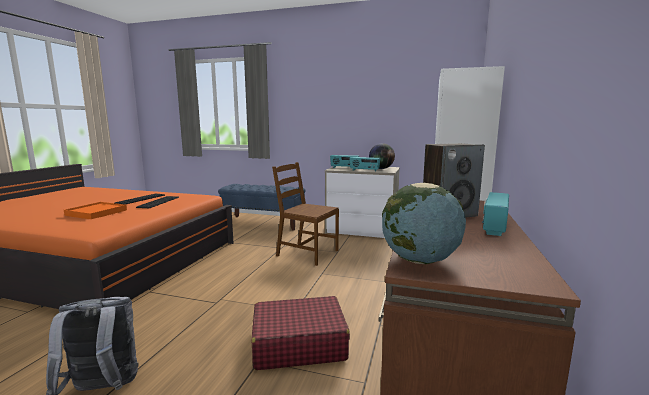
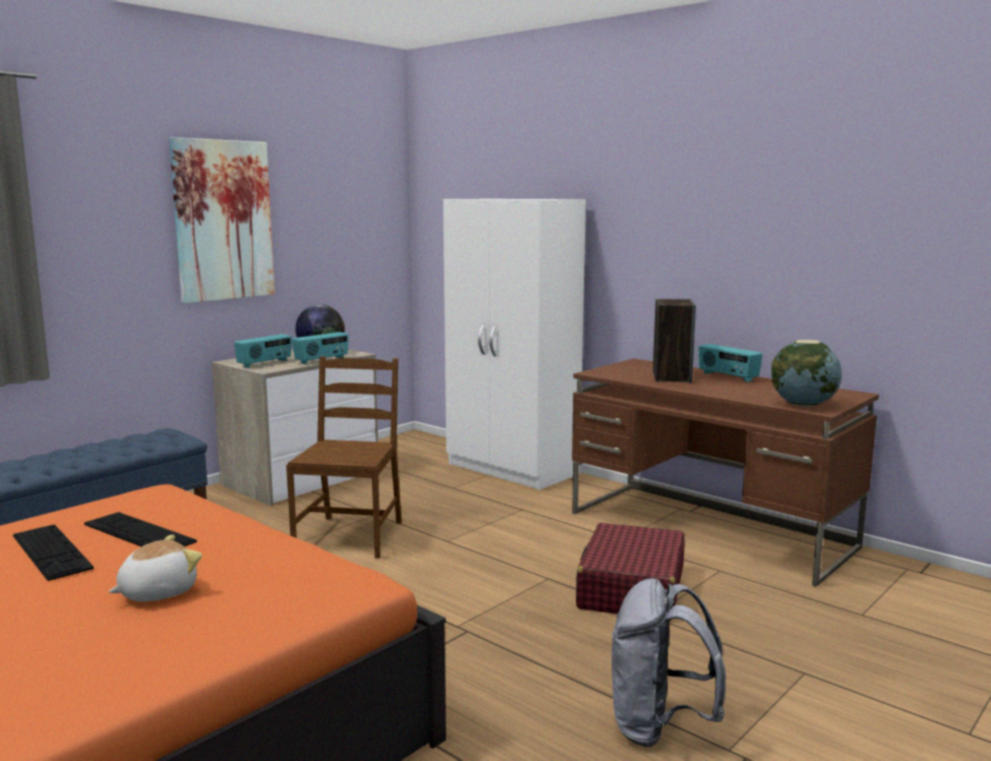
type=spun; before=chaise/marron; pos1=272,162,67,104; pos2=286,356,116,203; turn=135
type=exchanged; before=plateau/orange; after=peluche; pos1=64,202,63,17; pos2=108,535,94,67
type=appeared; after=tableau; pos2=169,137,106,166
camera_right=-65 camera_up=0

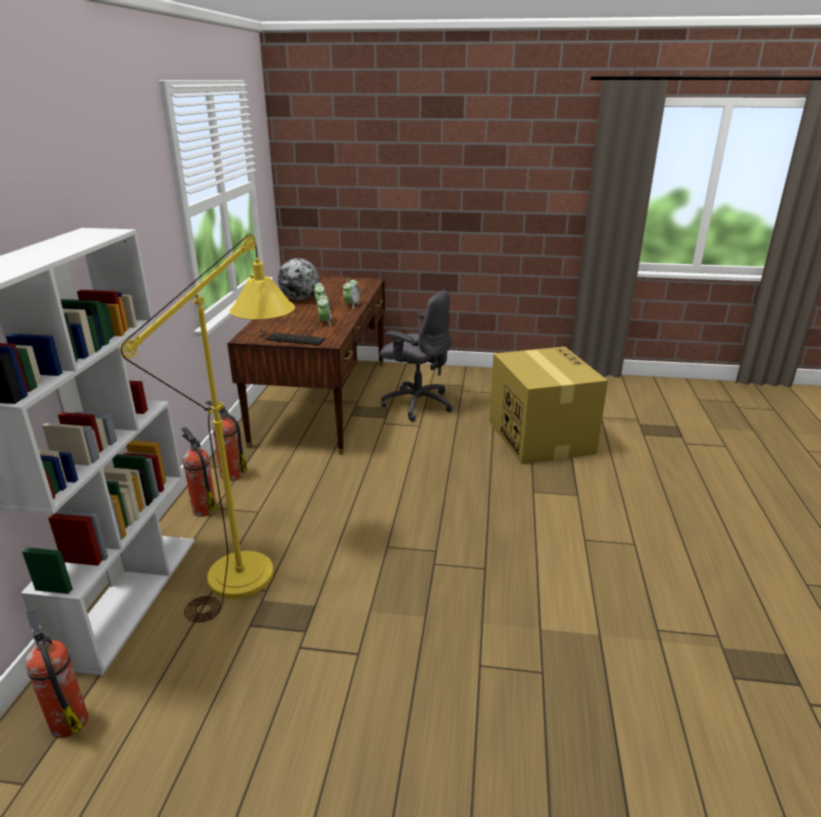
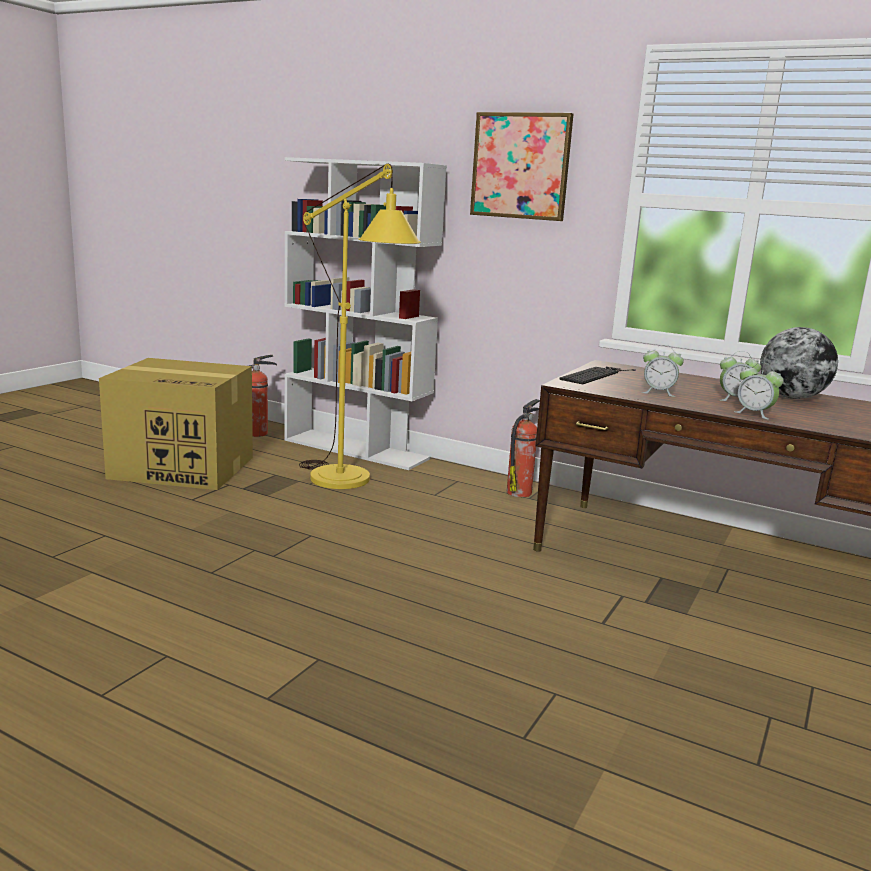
type=missing; before=chaise de bureau/gris; pos1=380,290,73,131
type=relocated; before=carton; pos1=489,347,119,117; pos2=99,358,154,132
type=missing; before=extincteur; pos1=181,427,36,90
type=appeared; after=tableau; pos2=470,112,104,109
camera_right=110 camera_up=-10

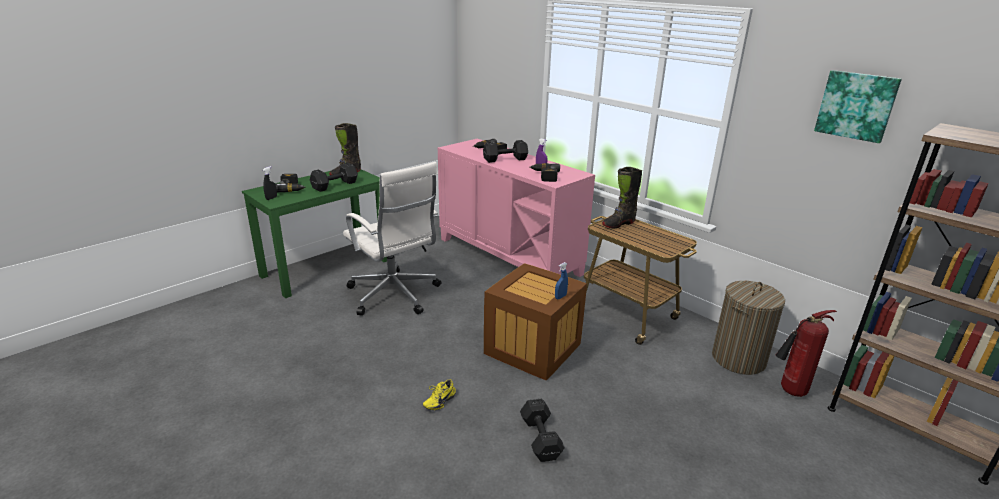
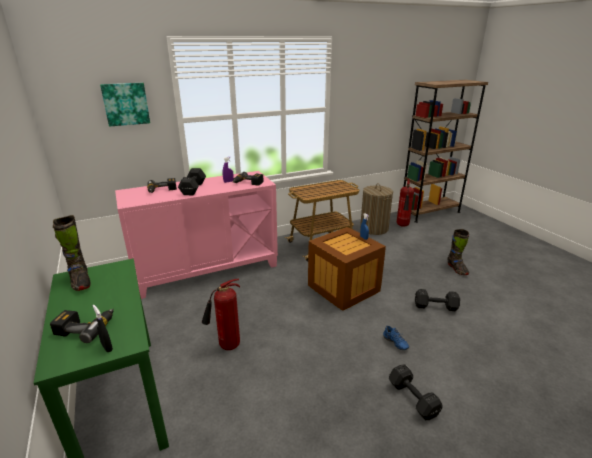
type=relocated; before=tableau; pos1=814,70,88,73; pos2=100,83,50,44
type=exchanged; before=chaise de bureau/blanc; after=extincteur; pos1=343,162,98,154; pos2=202,278,38,72
type=relocated; before=haltère/noir; pos1=310,163,48,29; pos2=389,364,53,56
type=relocated; before=botte/noir; pos1=602,167,40,61; pos2=447,229,22,46
type=colour; before=chaussure/jaune; after=chaussure/bleu; pos1=423,379,33,31; pos2=383,325,26,25
camera_right=-70 camera_up=0

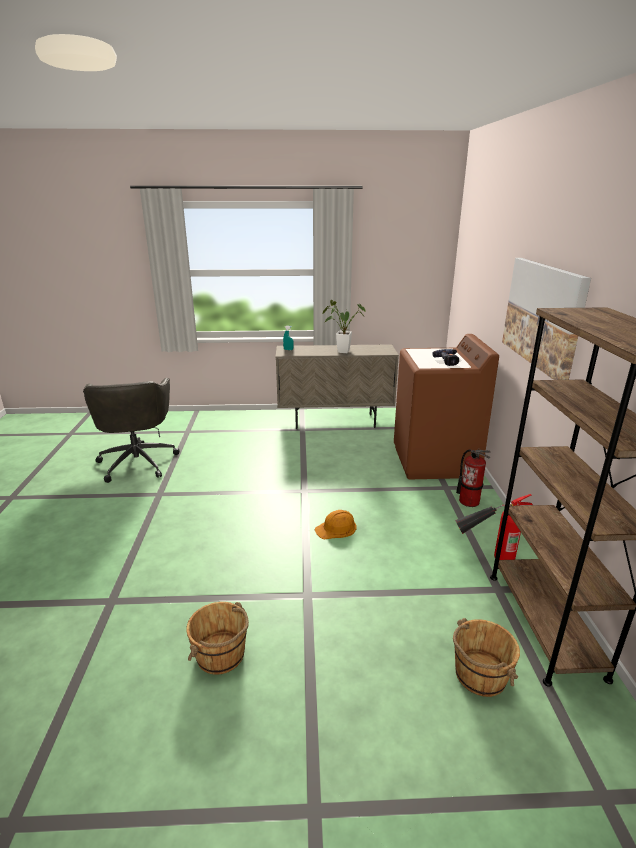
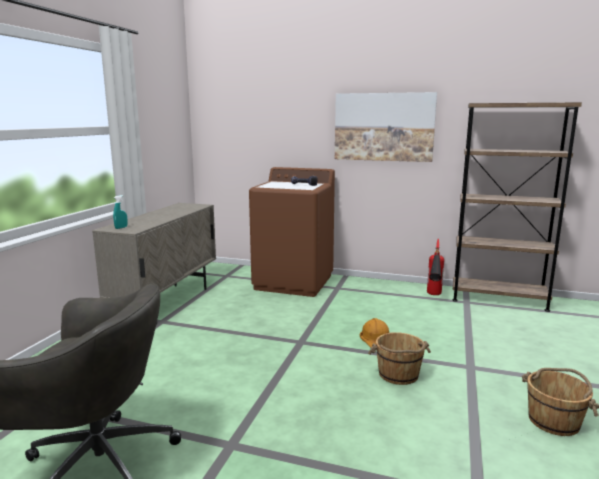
type=missing; before=plante en pot; pos1=322,300,43,53
type=missing; before=extincteur; pos1=456,449,34,58
type=relocated; before=seau/marron; pos1=453,618,67,79; pos2=368,332,63,53
camera_right=-70 camera_up=-10

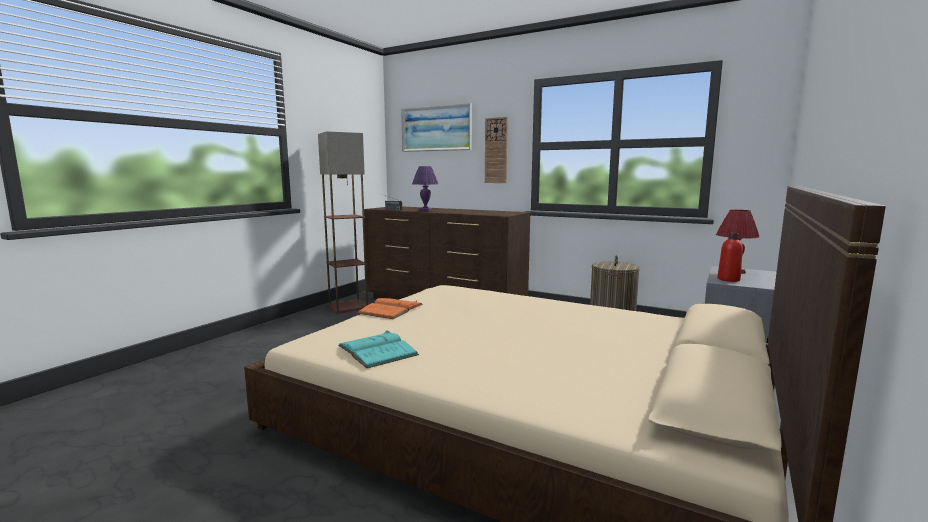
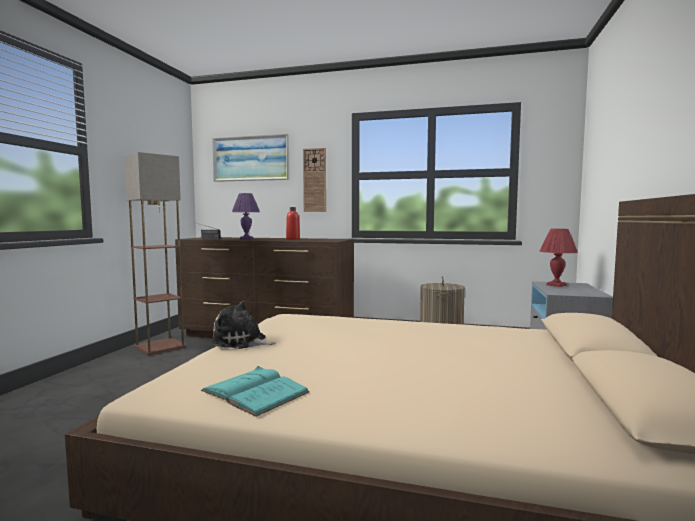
type=relocated; before=bouteille/rouge; pos1=717,233,26,49; pos2=286,207,14,32
type=exchanged; before=livre/orange; after=peluche; pos1=357,298,66,21; pos2=211,300,65,49
camera_right=-15 camera_up=-5

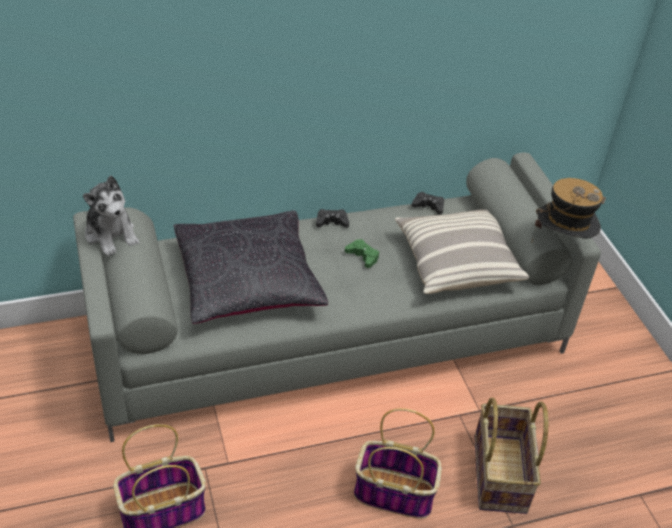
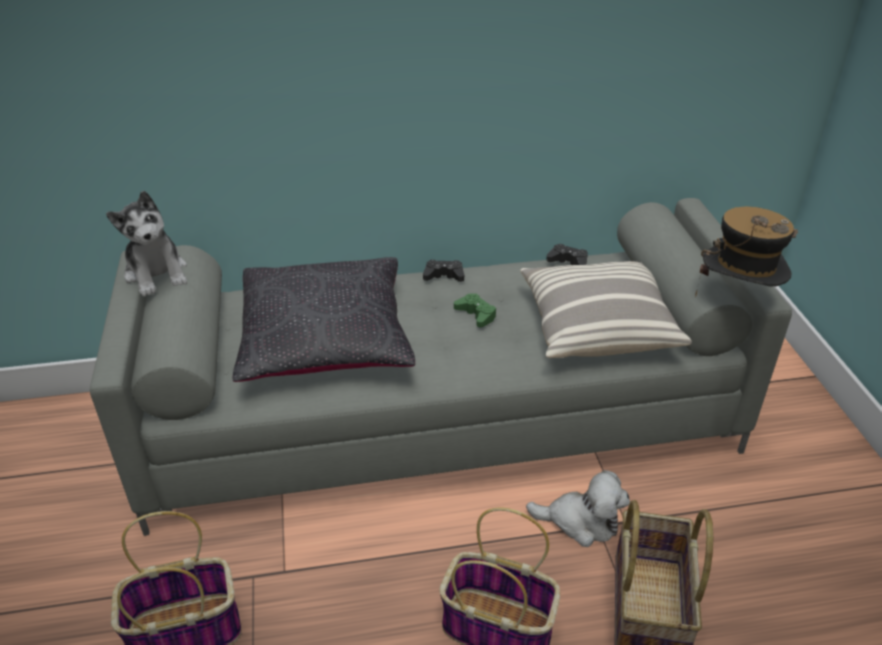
type=appeared; after=peluche; pos2=526,470,104,77
camera_right=10 camera_up=-5

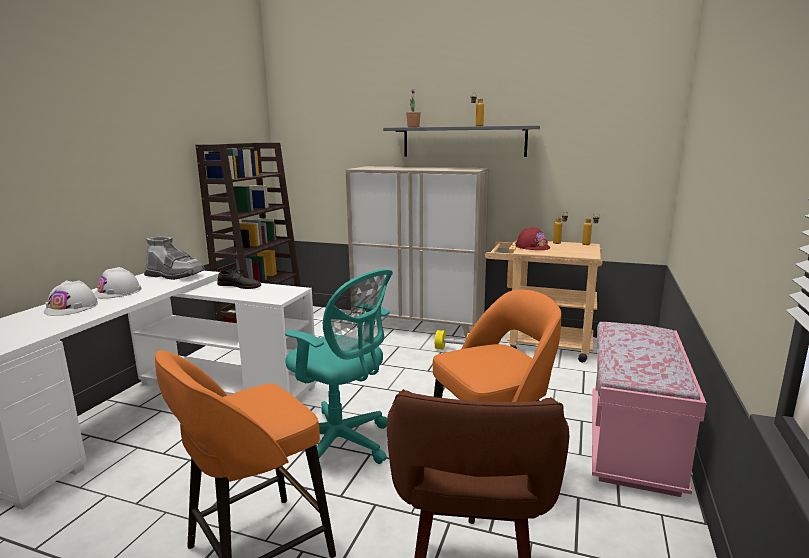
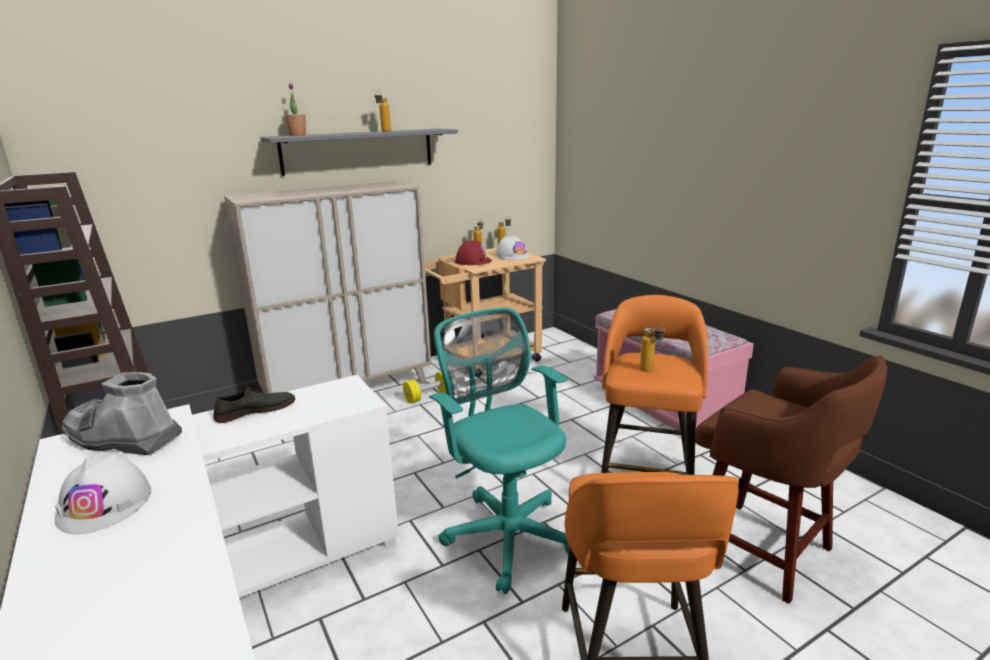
type=spun; before=botte/gris; pos1=144,237,61,43; pos2=61,372,121,83; turn=-135
type=spun; before=chaise de bureau/turquoise; pos1=285,269,108,204; pos2=429,308,140,286; turn=-105
type=relocated; before=casque de chantier/blanc; pos1=44,280,54,36; pos2=495,235,35,25
type=appeared; after=bouteille; pos2=640,323,25,49
camera_right=-50 camera_up=5

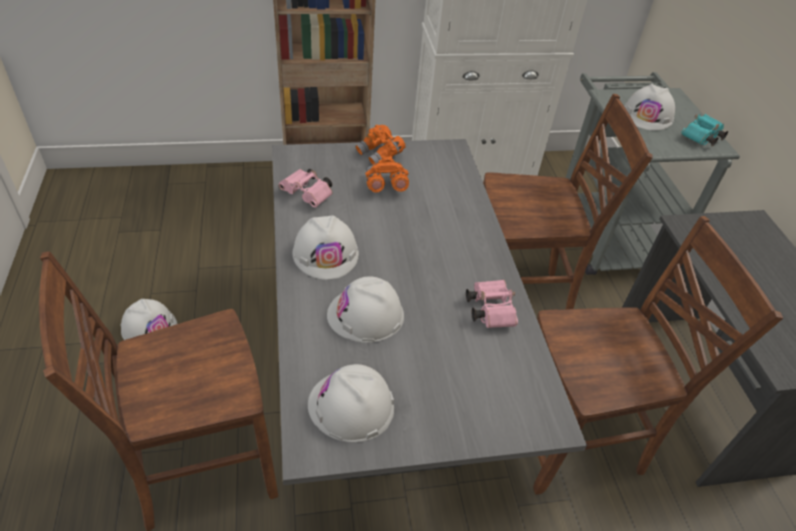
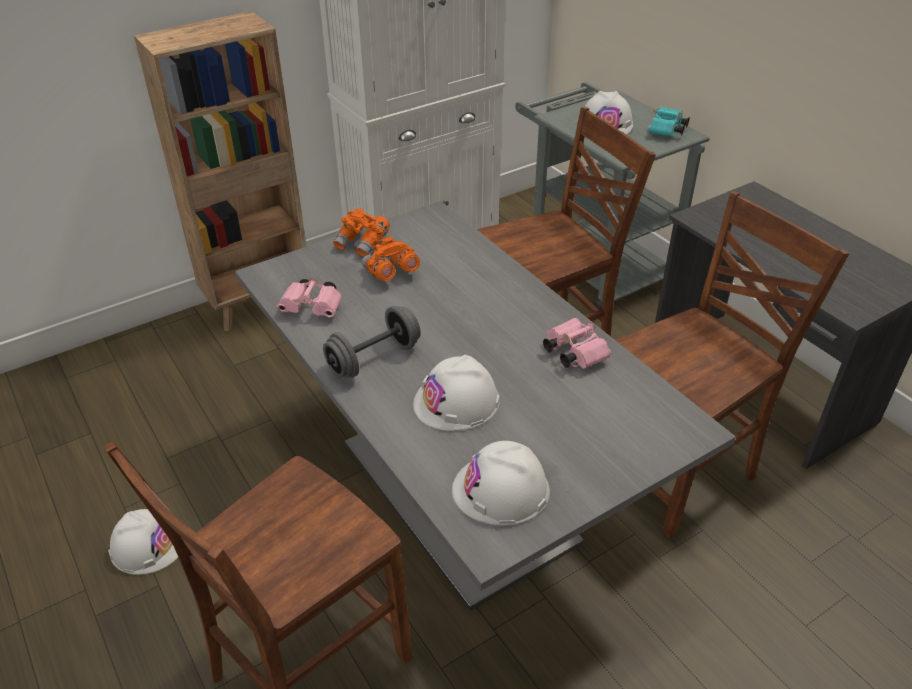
type=exchanged; before=casque de chantier/blanc; after=haltère/gris; pos1=292,215,67,65; pos2=323,306,98,72
camera_right=-20 camera_up=-5

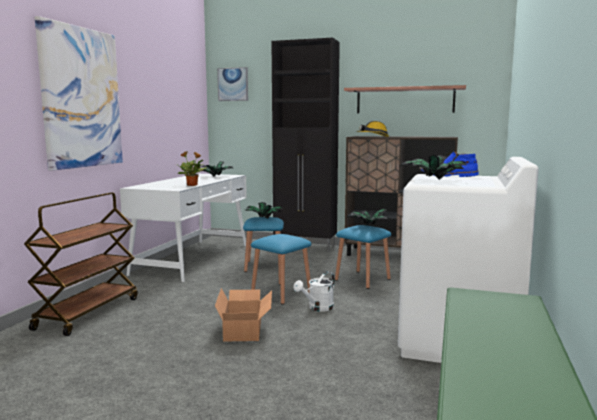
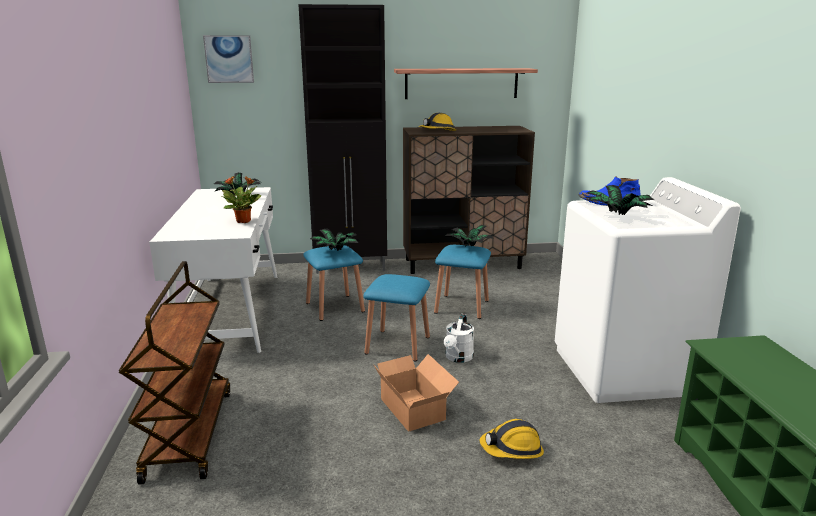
type=missing; before=tableau; pos1=35,16,88,155
type=appeared; after=casque de chantier; pos2=480,419,64,40
camera_right=-25 camera_up=10

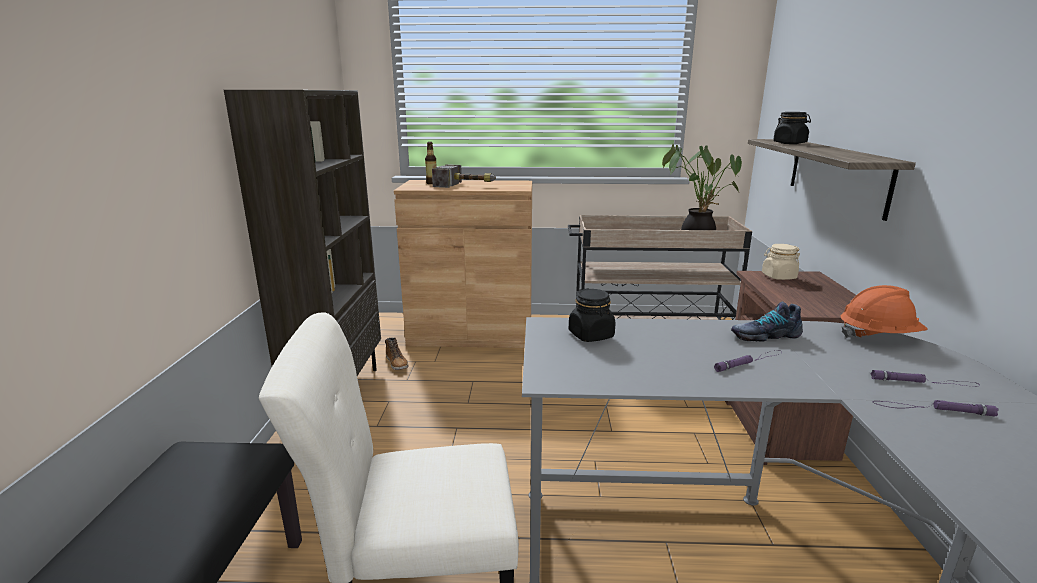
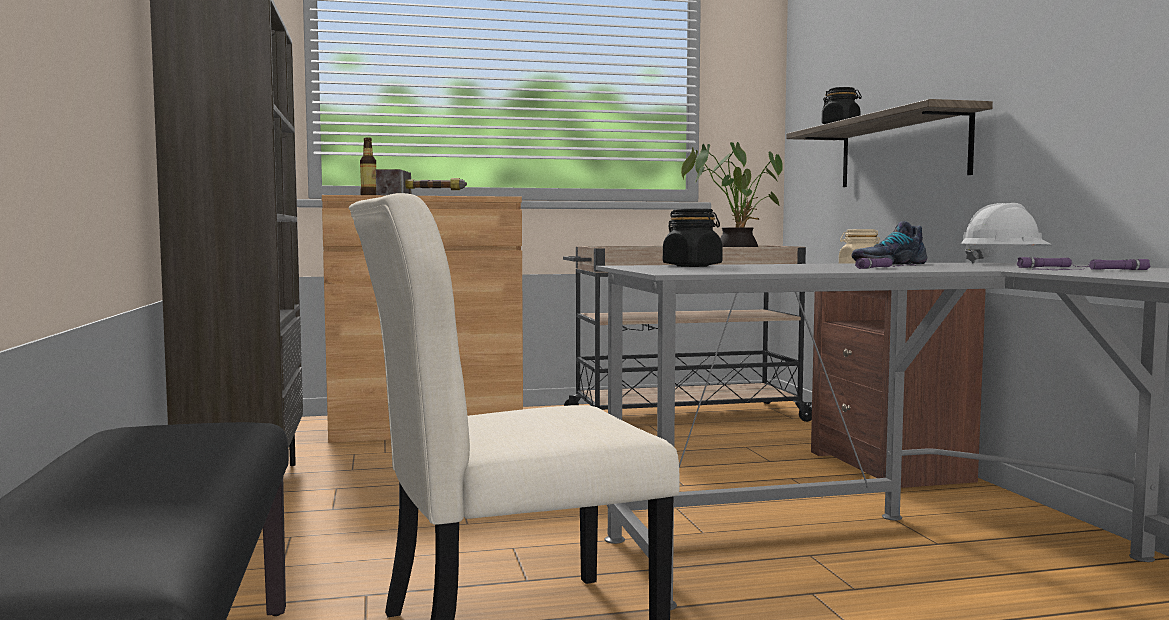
type=colour; before=casque de chantier/orange; after=casque de chantier/blanc; pos1=841,285,87,53; pos2=961,203,91,61
type=missing; before=botte; pos1=385,338,23,32
camera_right=-15 camera_up=-15

